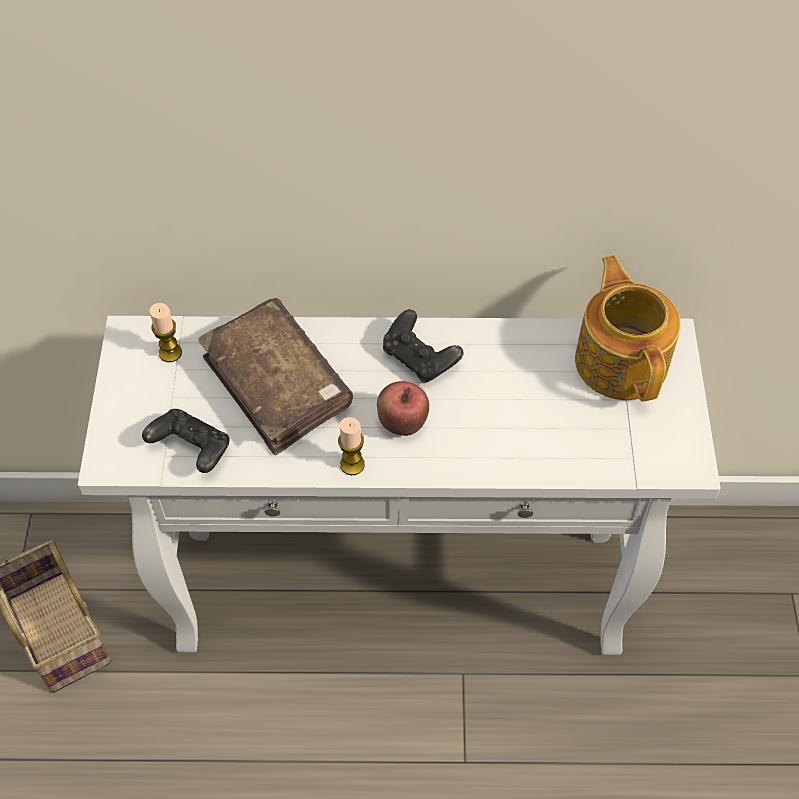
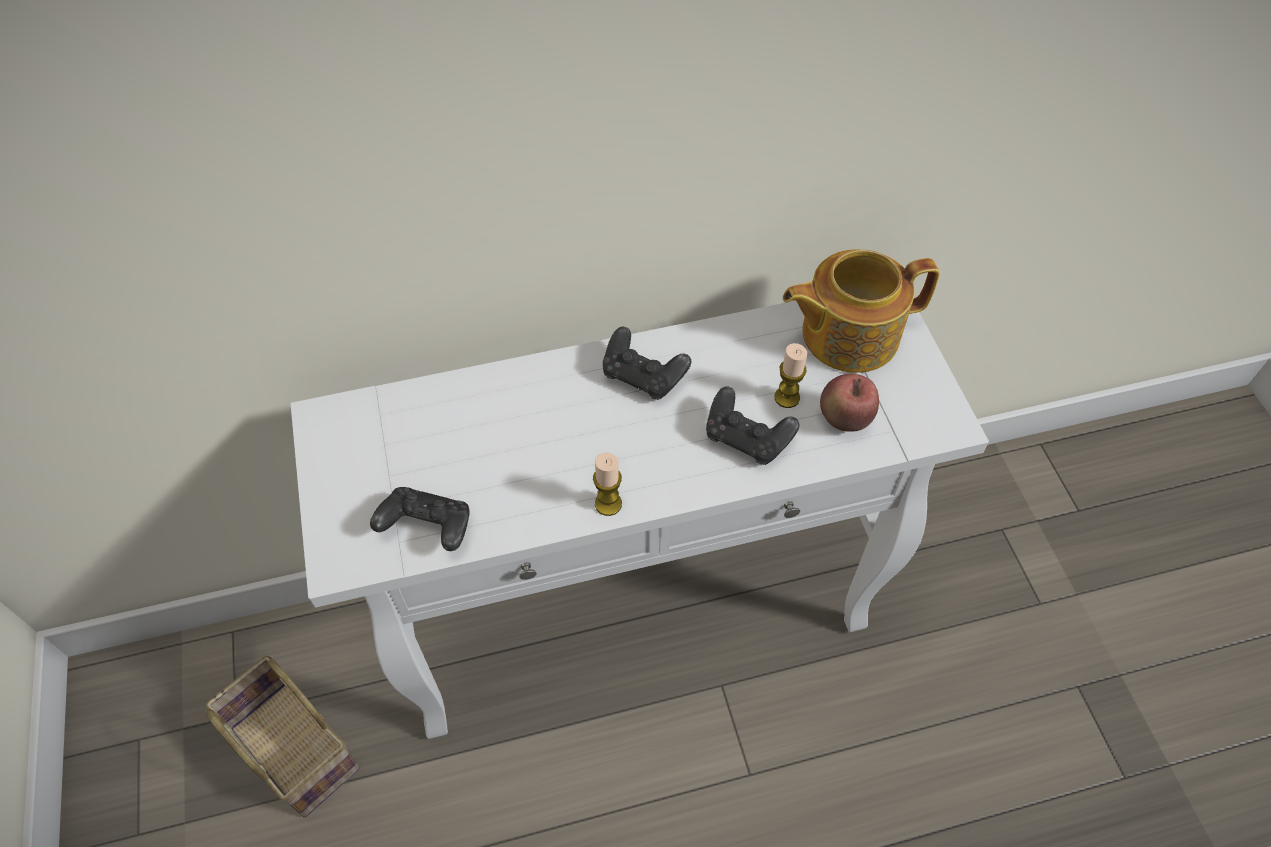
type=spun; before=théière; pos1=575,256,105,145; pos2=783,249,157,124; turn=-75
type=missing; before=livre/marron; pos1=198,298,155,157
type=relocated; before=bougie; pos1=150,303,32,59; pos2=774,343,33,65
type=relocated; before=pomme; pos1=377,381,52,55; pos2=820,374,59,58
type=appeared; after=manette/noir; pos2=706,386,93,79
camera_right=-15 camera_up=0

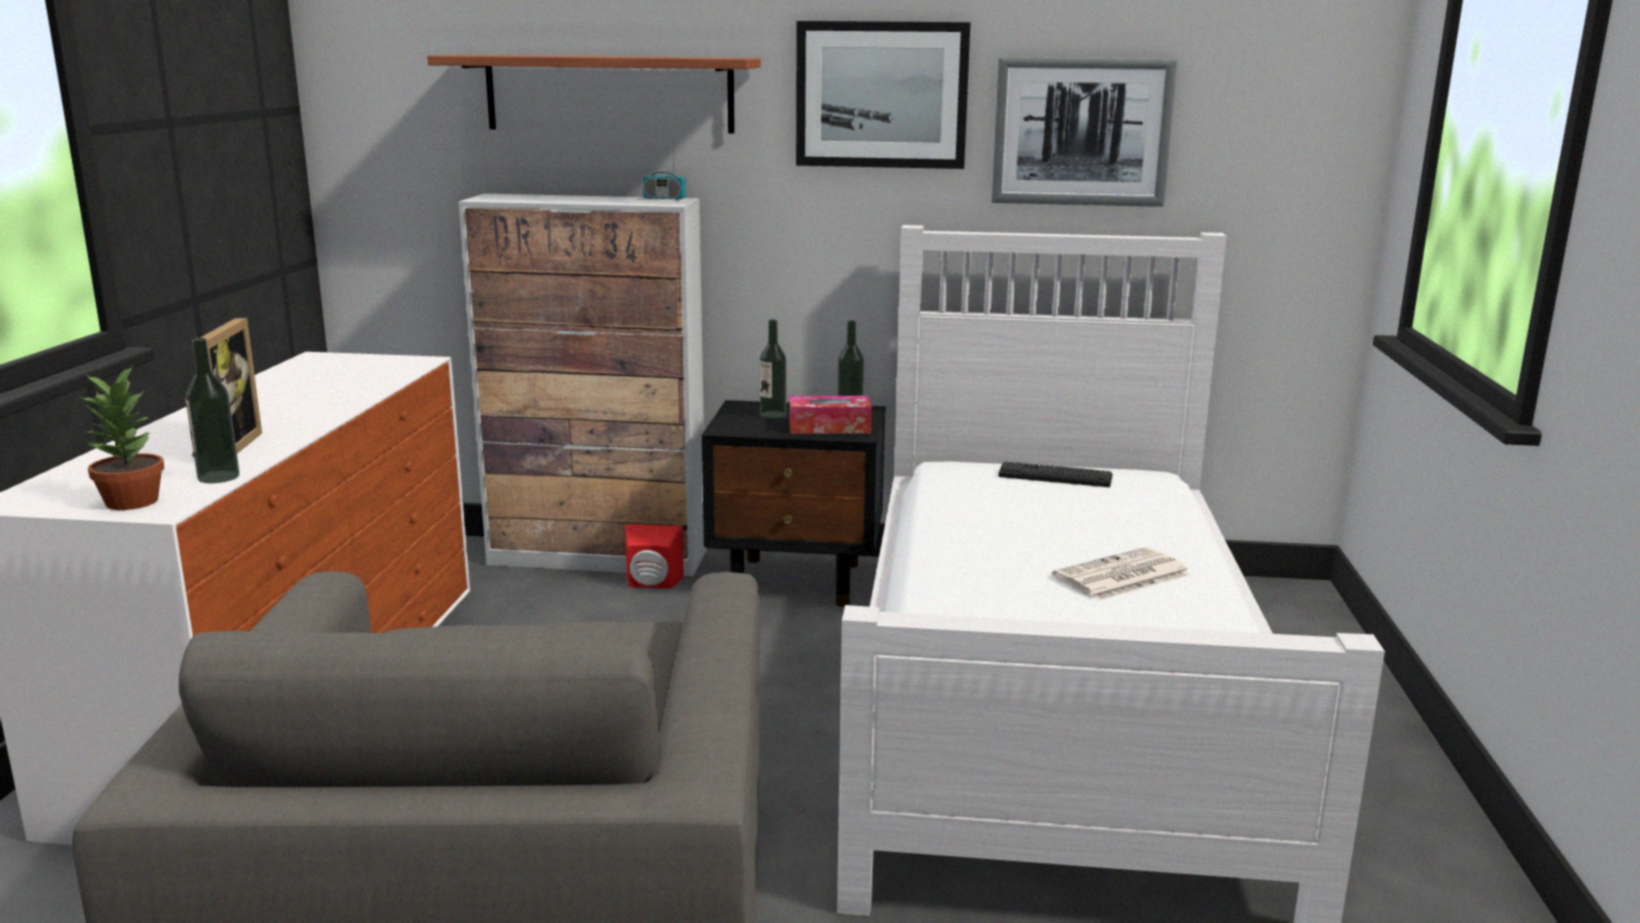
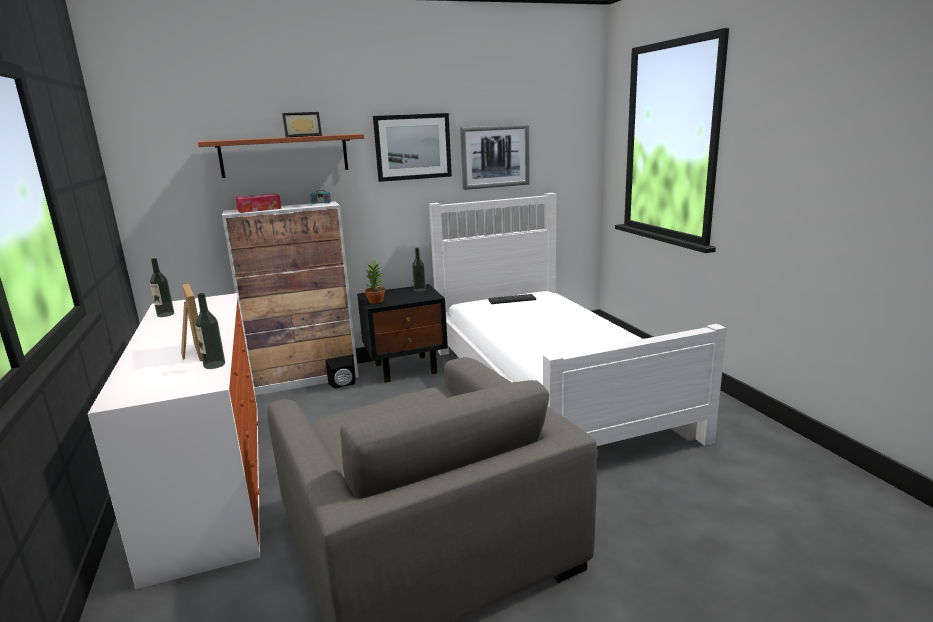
type=relocated; before=bouteille; pos1=760,319,26,99; pos2=150,258,24,59
type=relocated; before=plante en pot; pos1=81,365,83,145; pos2=365,260,20,44
type=relocated; before=boîte à mouchoirs; pos1=790,396,82,38; pos2=235,193,47,20
type=colour; before=enceinte/rouge; after=enceinte/noir; pos1=625,524,59,65; pos2=326,355,30,33
type=missing; before=journal; pos1=1052,547,139,54
type=appeared; after=cadre photo; pos2=282,112,40,25
camera_right=-25 camera_up=0

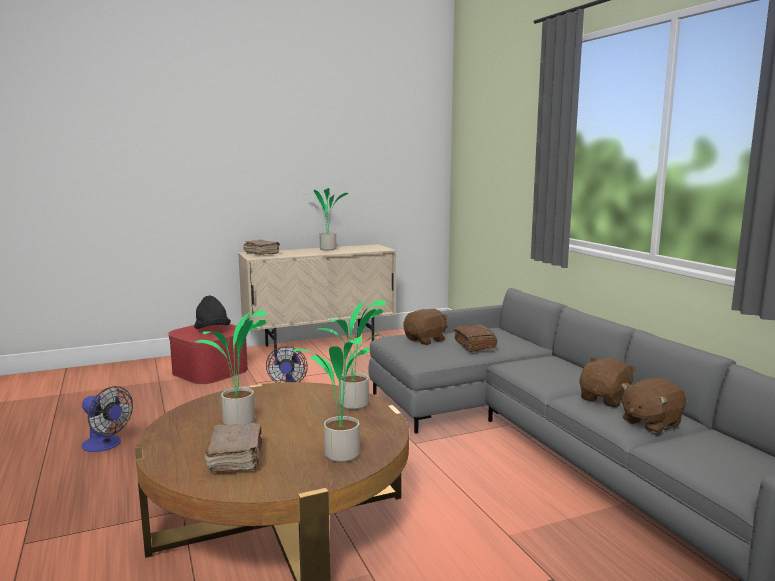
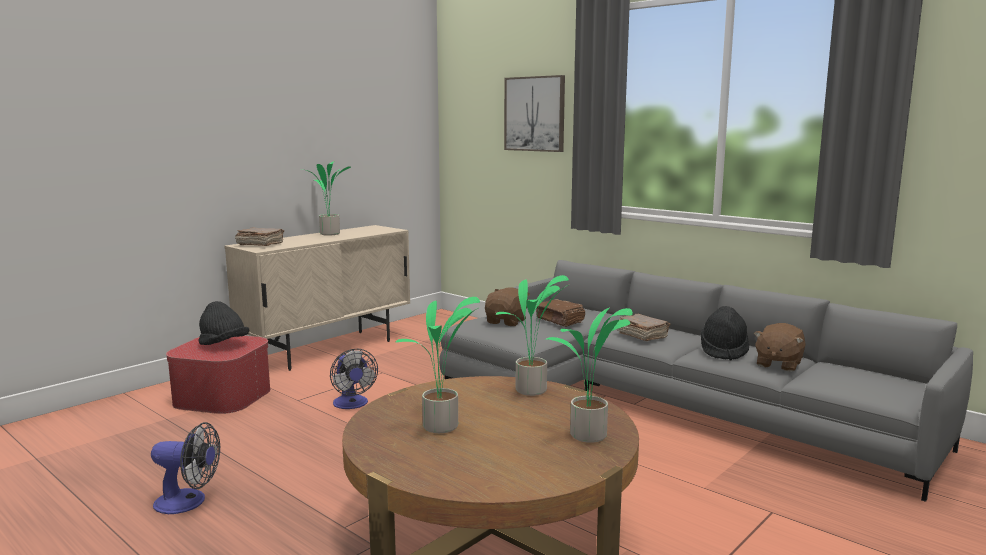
type=exchanged; before=peluche/marron; after=chapeau/noir; pos1=579,358,58,49; pos2=700,306,49,55
type=relocated; before=livre/marron; pos1=205,423,57,49; pos2=617,314,53,27
type=appeared; after=tableau; pos2=504,75,61,77
camera_right=-25 camera_up=0

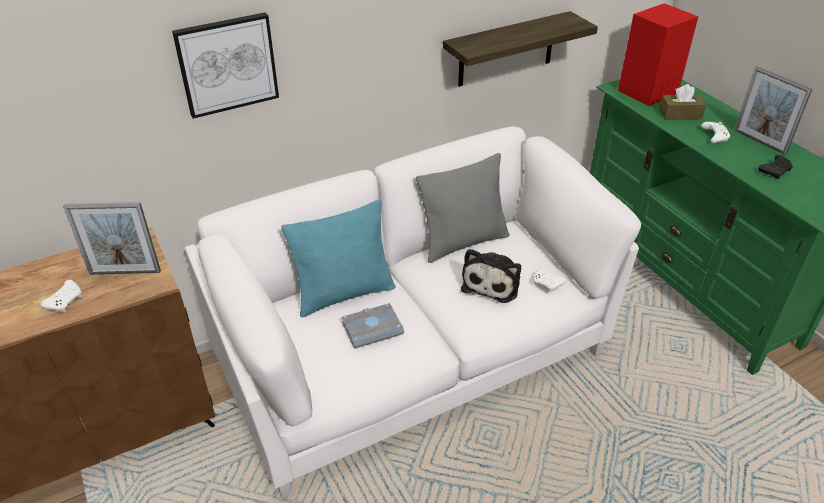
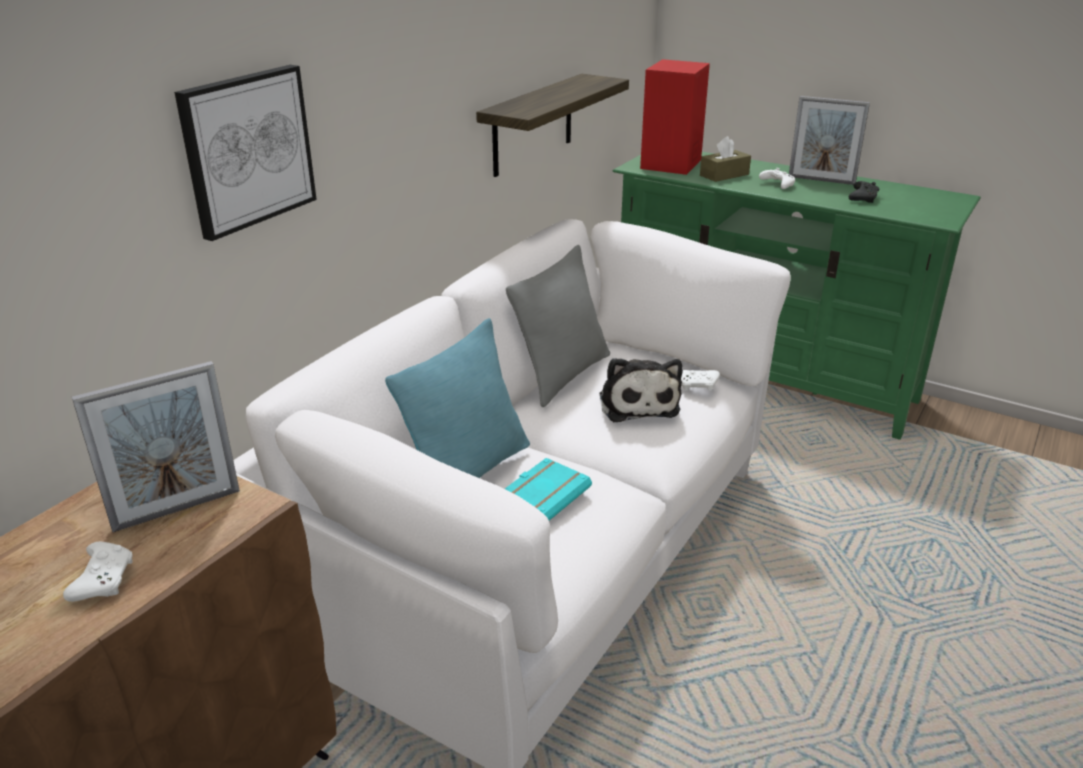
type=colour; before=livre/gris; after=livre/turquoise; pos1=342,303,62,46; pos2=505,458,87,62
camera_right=-30 camera_up=-10

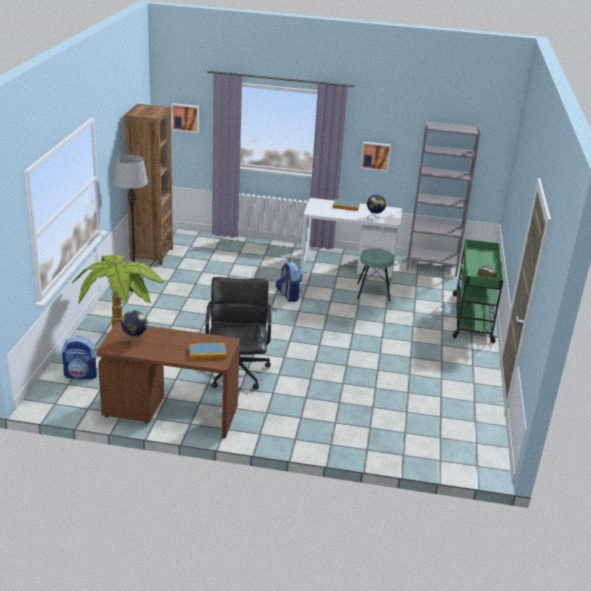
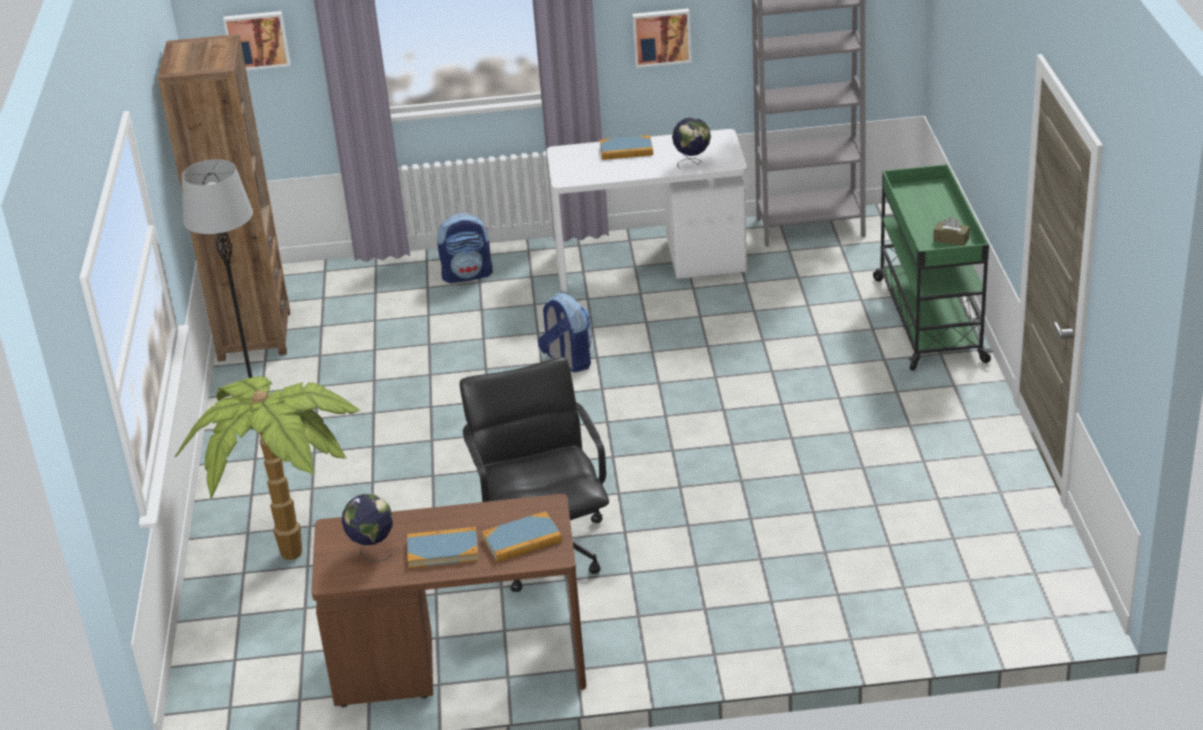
type=missing; before=tabouret/turquoise; pos1=357,249,38,53
type=relocated; before=sac à dos; pos1=62,336,35,44; pos2=437,213,55,70
type=appeared; after=livre; pos2=407,527,71,41
camera_right=-10 camera_up=5

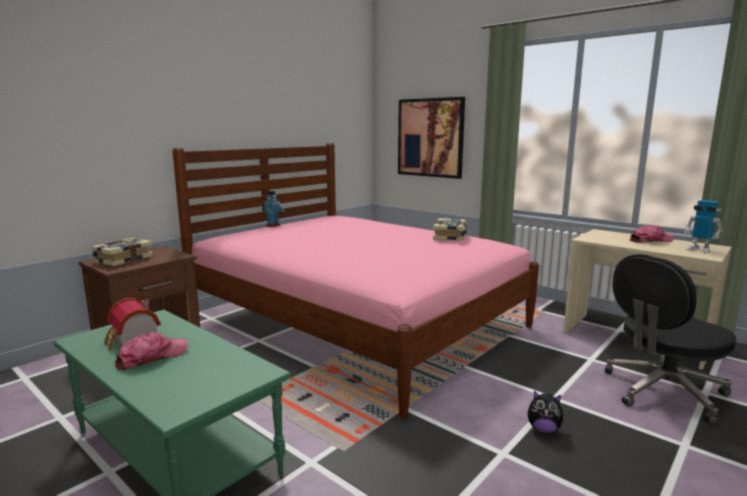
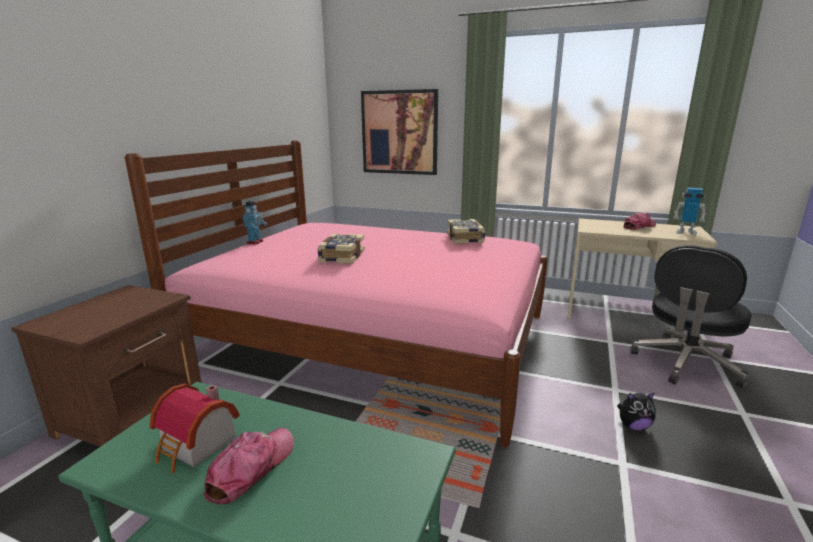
type=relocated; before=livre; pos1=91,238,62,28; pos2=317,233,48,31
camera_right=-20 camera_up=5

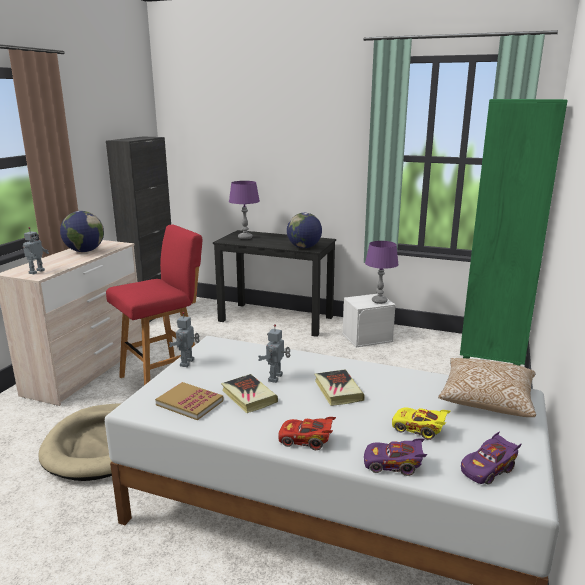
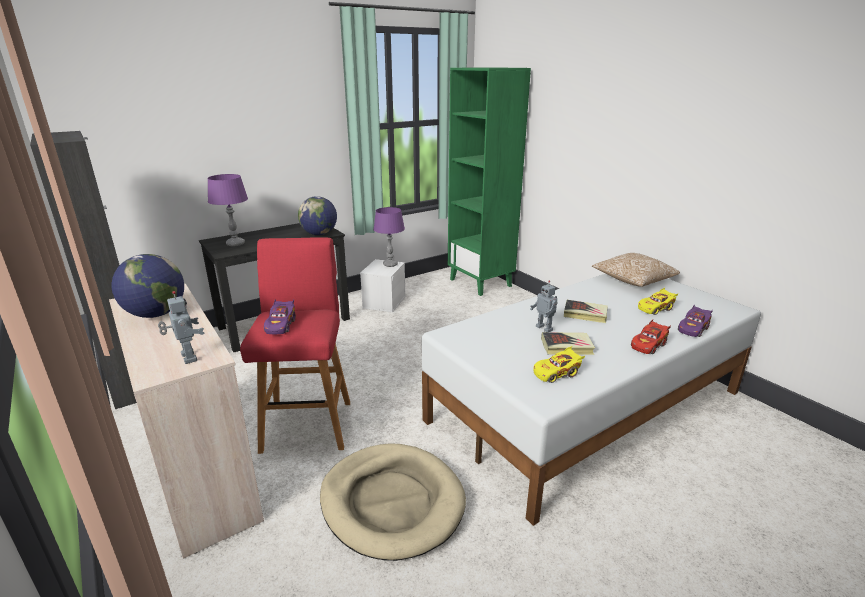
type=missing; before=robot jouet; pos1=169,312,31,55
type=exchanged; before=livre; after=petite voiture/jaune; pos1=155,382,69,38; pos2=534,346,51,37
type=relocated; before=petite voiture/violet; pos1=461,432,60,53; pos2=264,299,32,35
camera_right=-55 camera_up=5

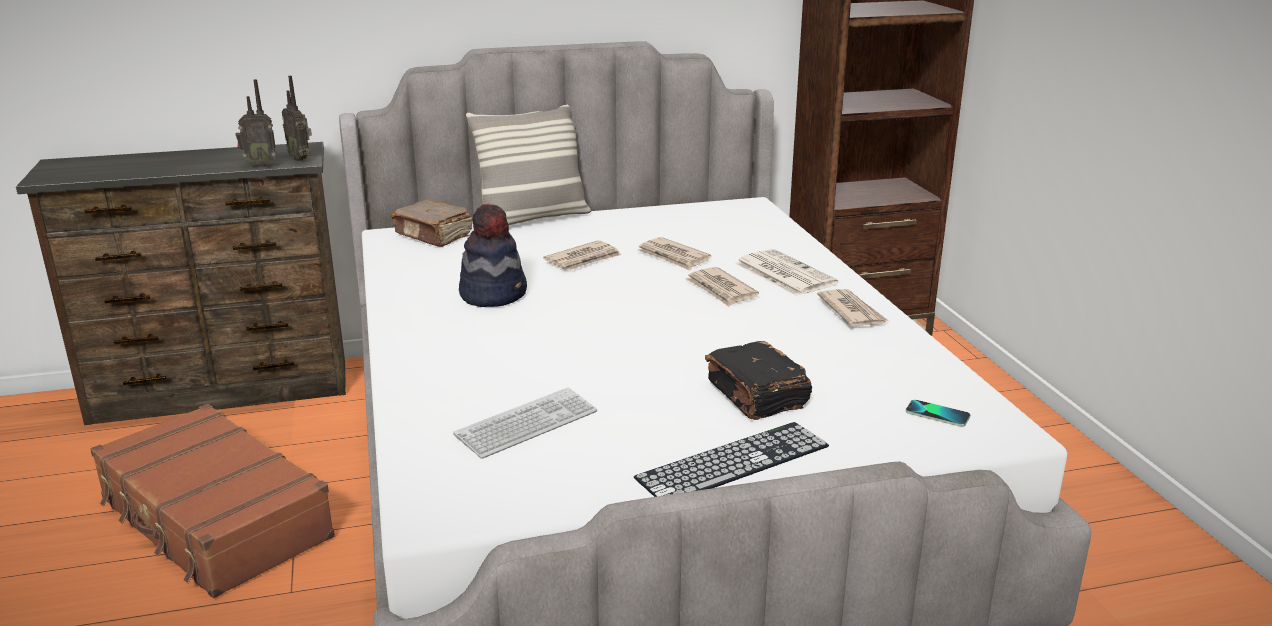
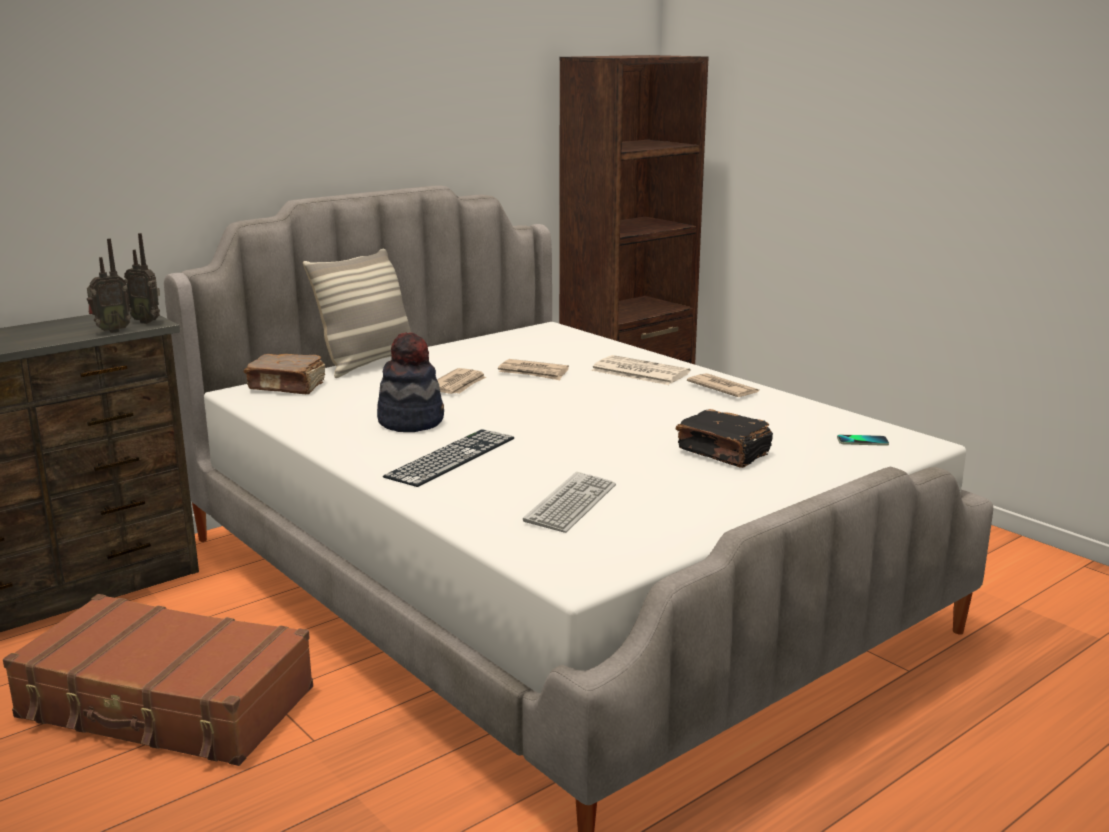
type=missing; before=journal; pos1=685,267,74,40
type=relocated; before=clavier; pos1=634,422,195,75; pos2=383,429,131,58
camera_right=-25 camera_up=-5

